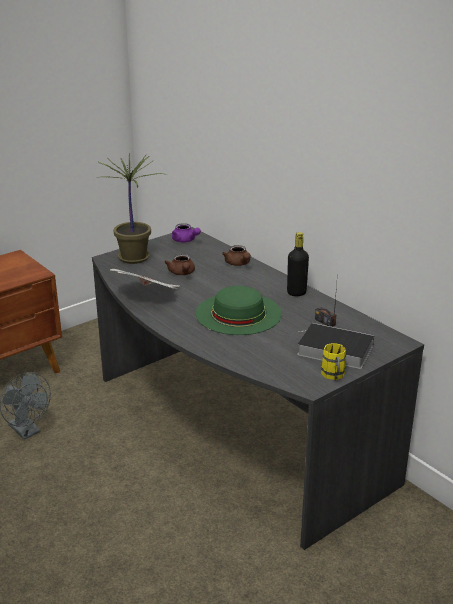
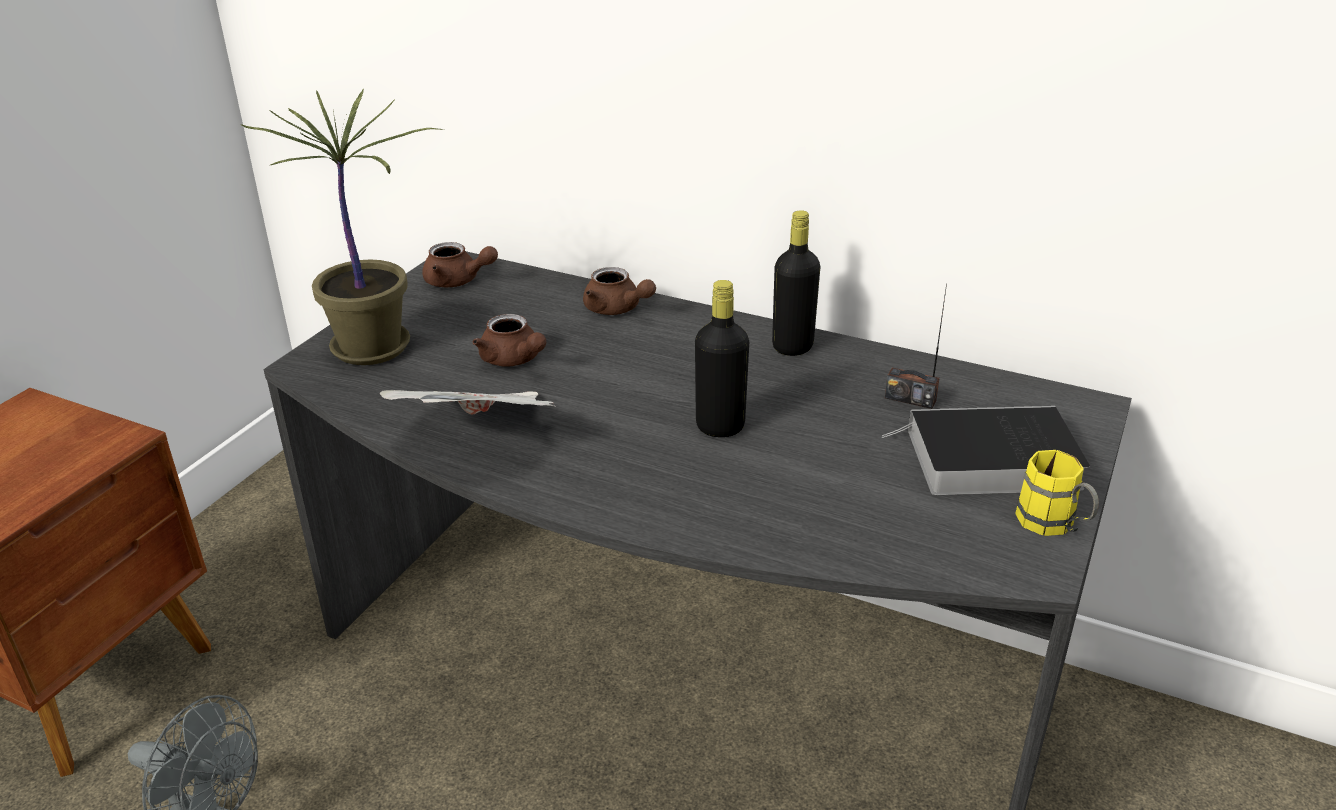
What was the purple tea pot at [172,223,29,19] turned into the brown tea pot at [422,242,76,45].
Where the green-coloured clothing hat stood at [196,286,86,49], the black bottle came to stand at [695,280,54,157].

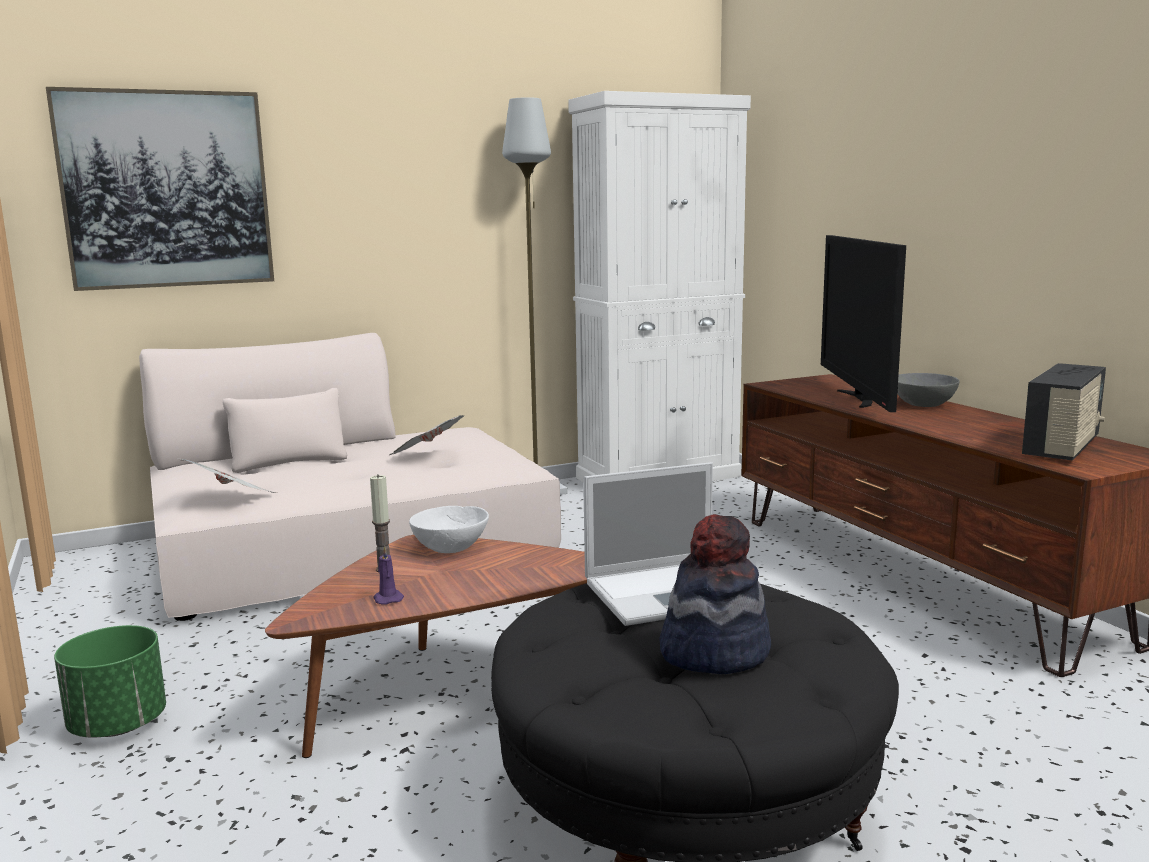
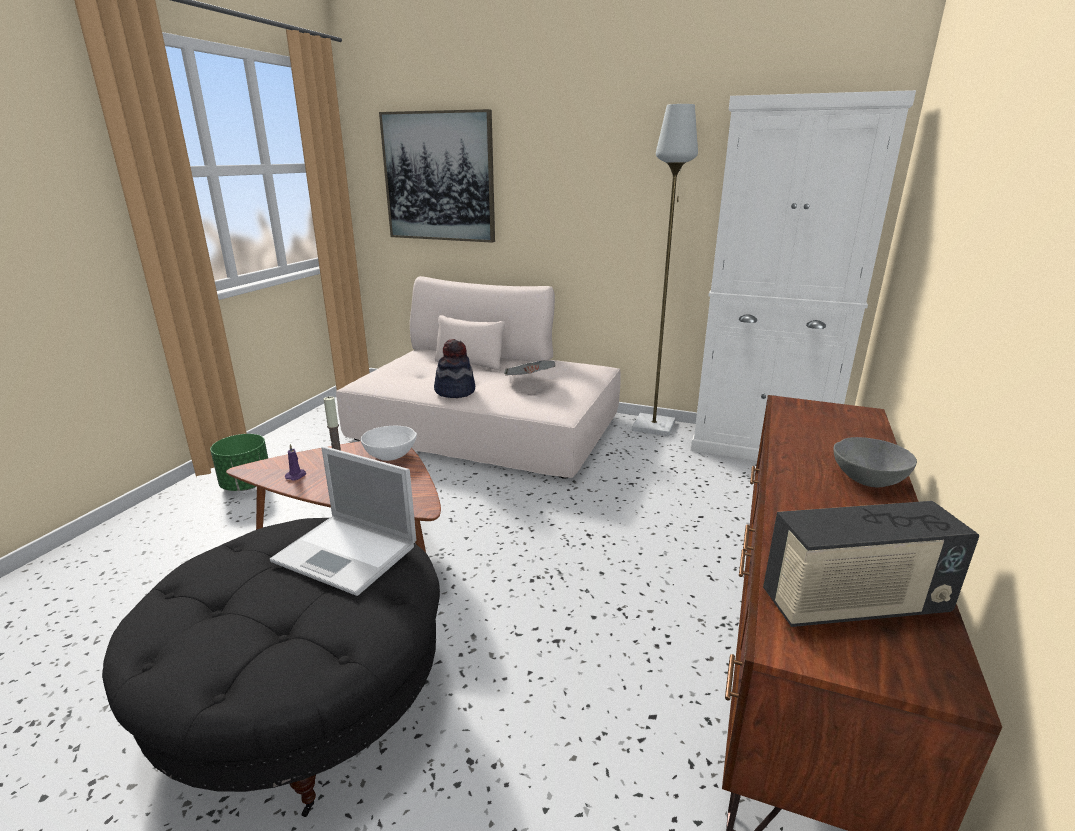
The second view lost the television at [821,235,85,177].
The second view lost the printed paper at [181,459,98,34].
The clothing hat ended up elsewhere, having gone from [660,514,111,160] to [434,339,41,59].

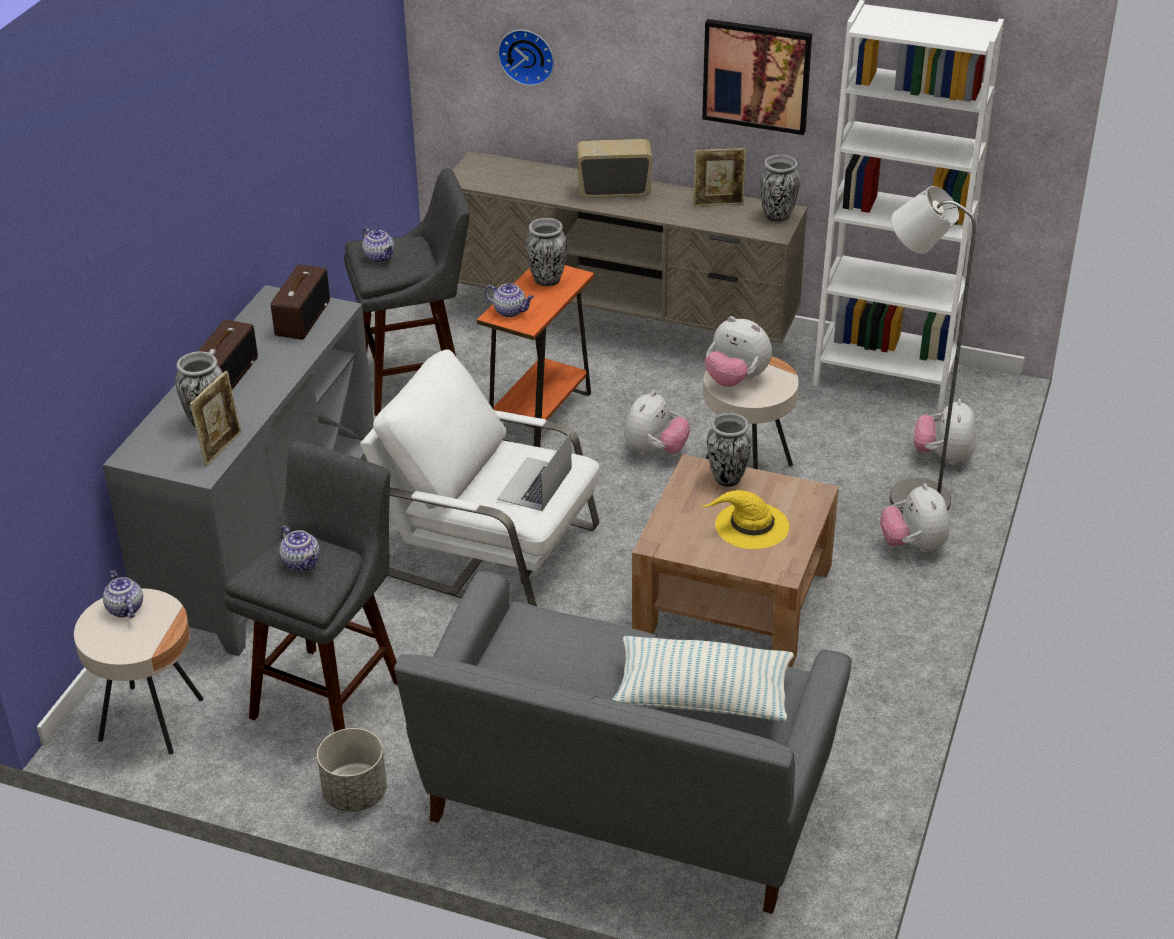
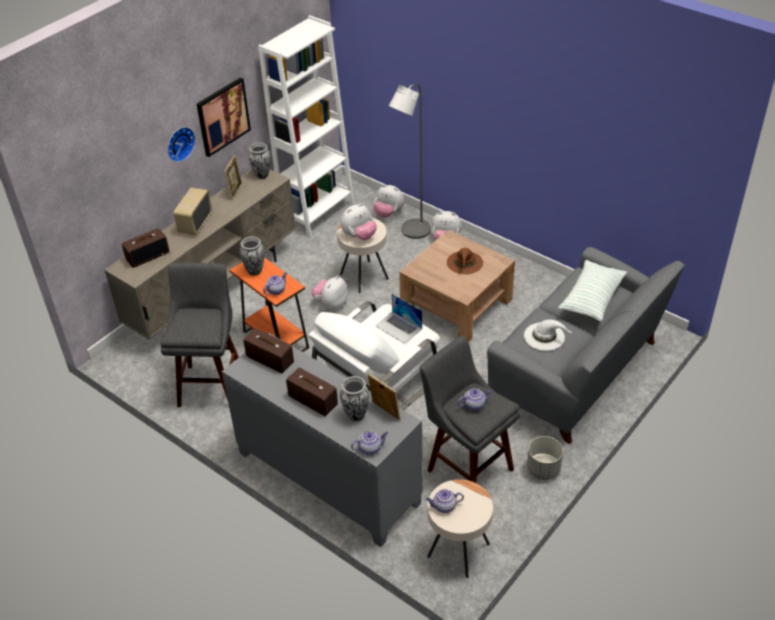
The clock on the wall ended up elsewhere, having gone from [498,30,56,56] to [168,127,27,35].
The tea pot ended up elsewhere, having gone from [362,227,32,36] to [351,431,37,24].
The plush toy at [625,390,65,65] ended up facing another way, 105 degrees counterclockwise from before.
The second view lost the flower vase at [707,413,45,74].
What was the yellow-coloured clothing hat at [702,490,87,59] turned into the brown clothing hat at [447,248,36,26].
The second view gained the radio set at [122,228,47,40].
The second view gained the white-coloured clothing hat at [524,319,49,32].

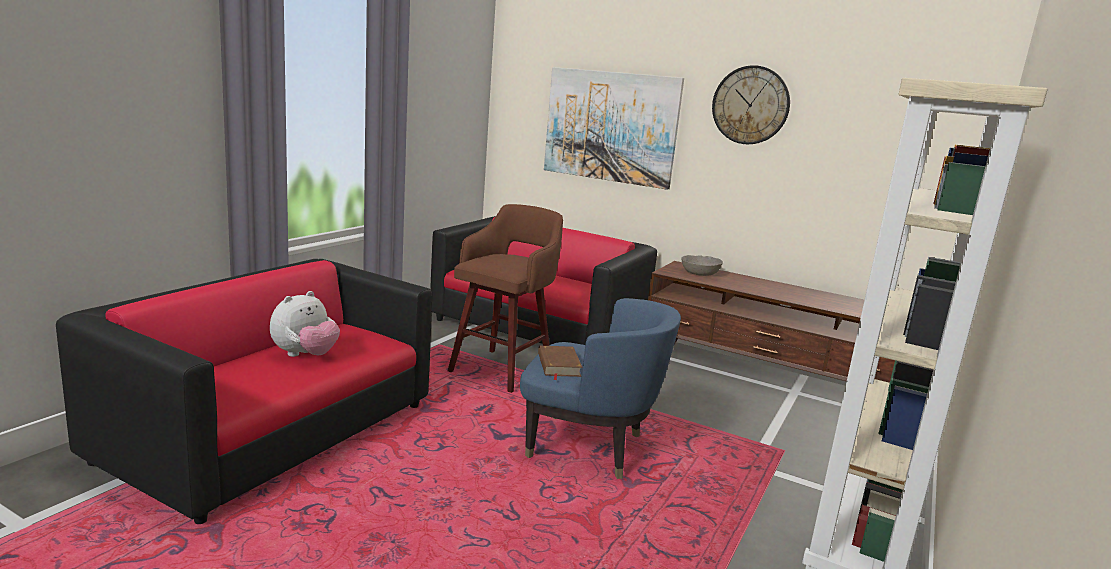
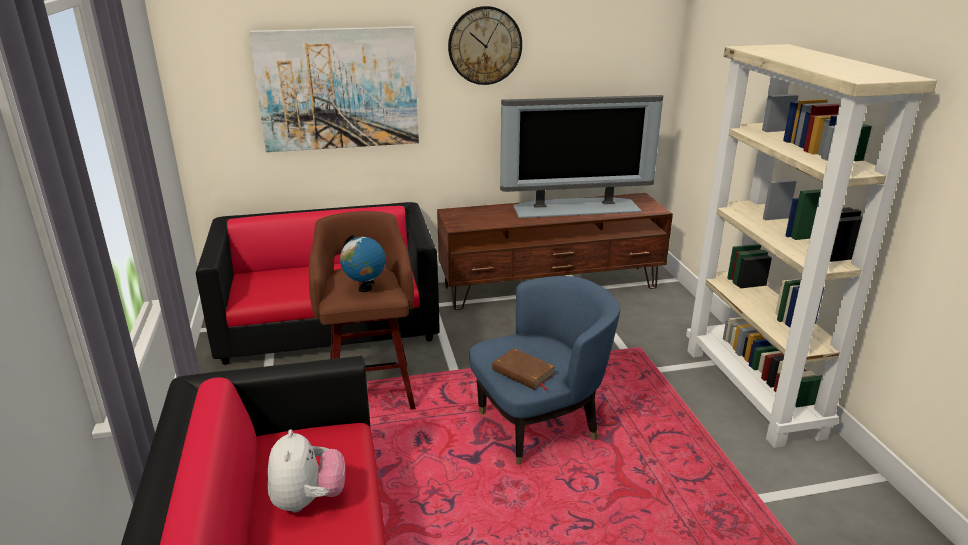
The second view lost the gray deep dish at [681,255,42,21].
The second view gained the television at [500,95,163,123].
The second view gained the globe at [340,235,46,57].

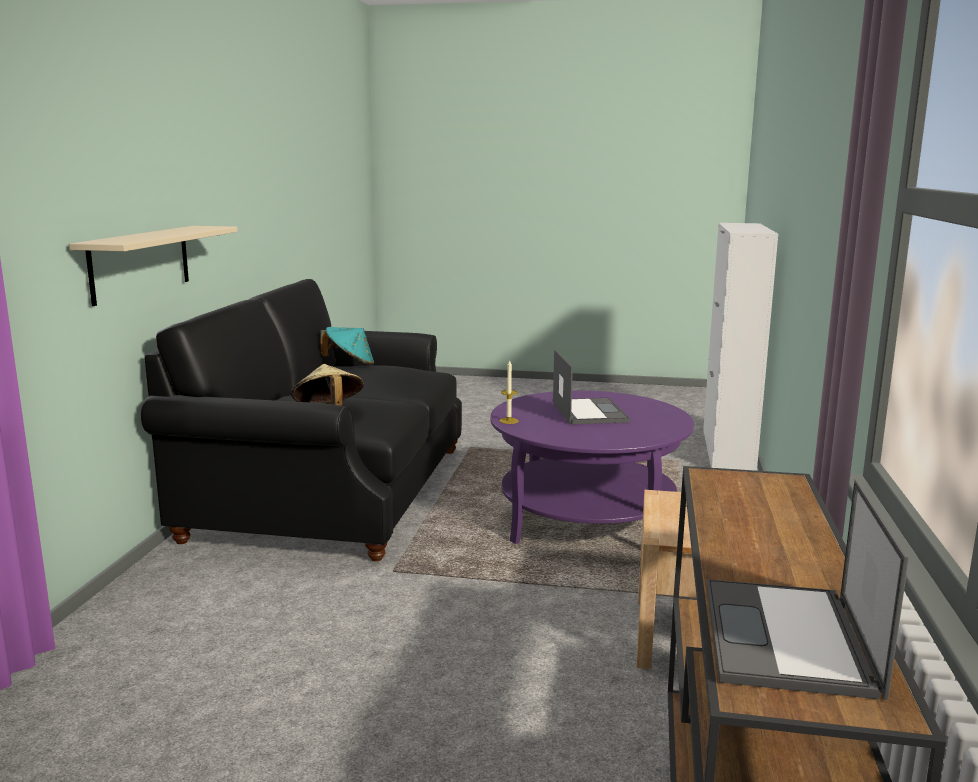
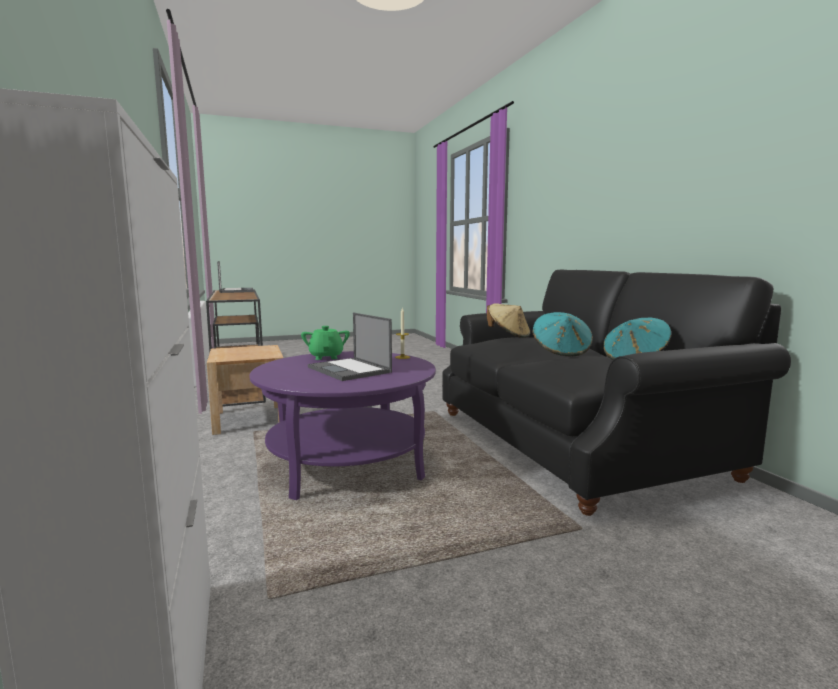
The second view lost the sand-coloured wall shelf at [69,226,168,80].
The second view gained the turquoise-coloured clothing hat at [532,312,61,44].
The second view gained the green-coloured tea pot at [301,326,49,34].

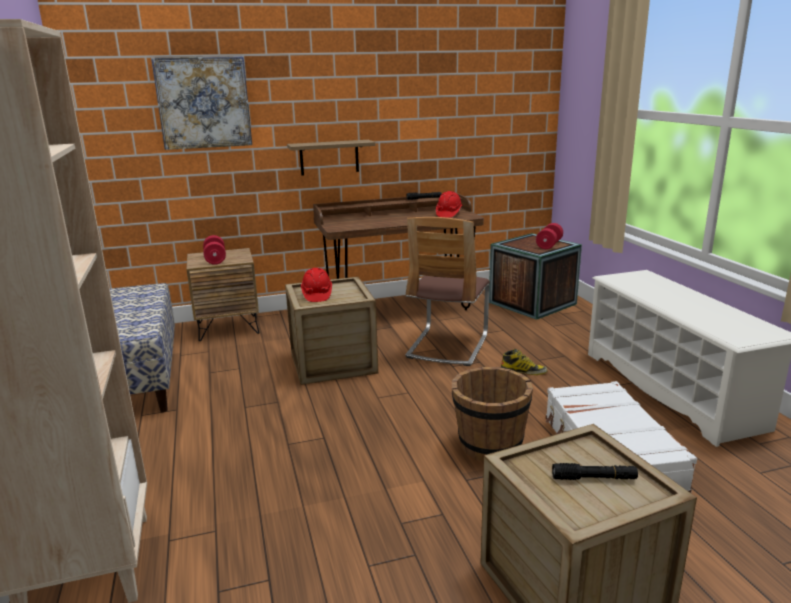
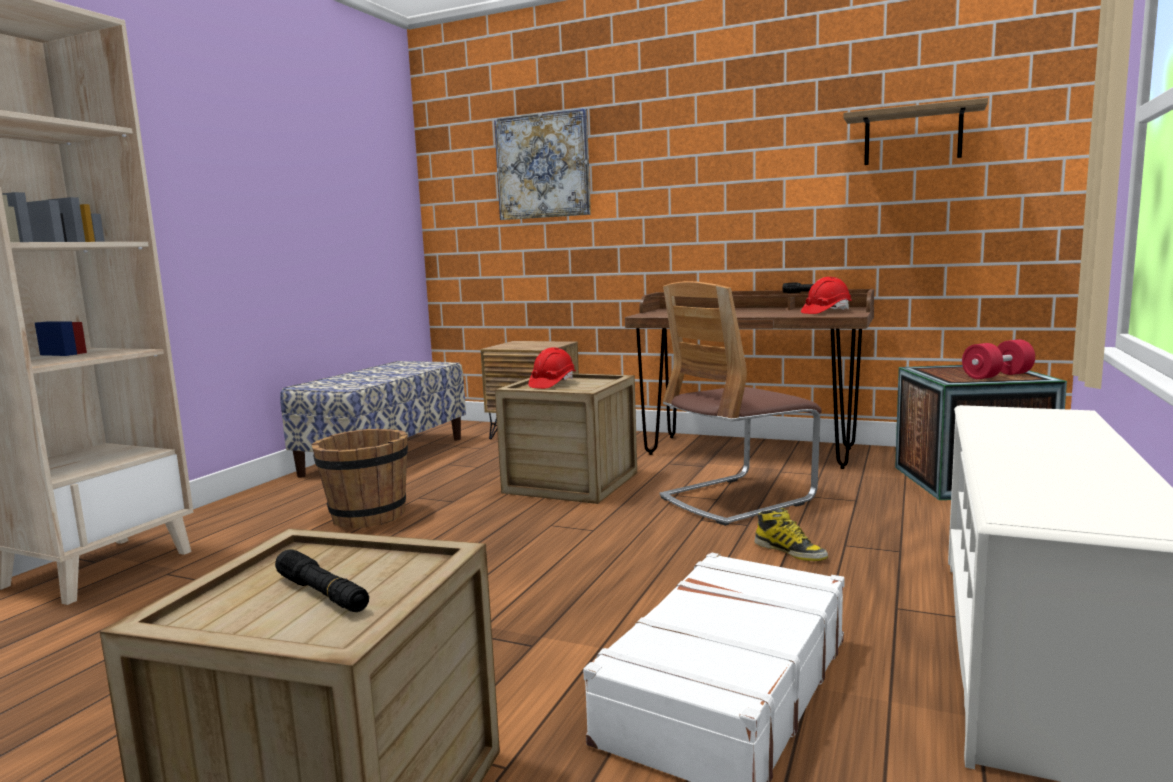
The wall shelf ended up elsewhere, having gone from [287,140,88,36] to [844,98,144,67].
The second view lost the red-coloured free weight at [203,235,23,30].
The brown water bucket ended up elsewhere, having gone from [452,367,81,94] to [311,429,97,99].

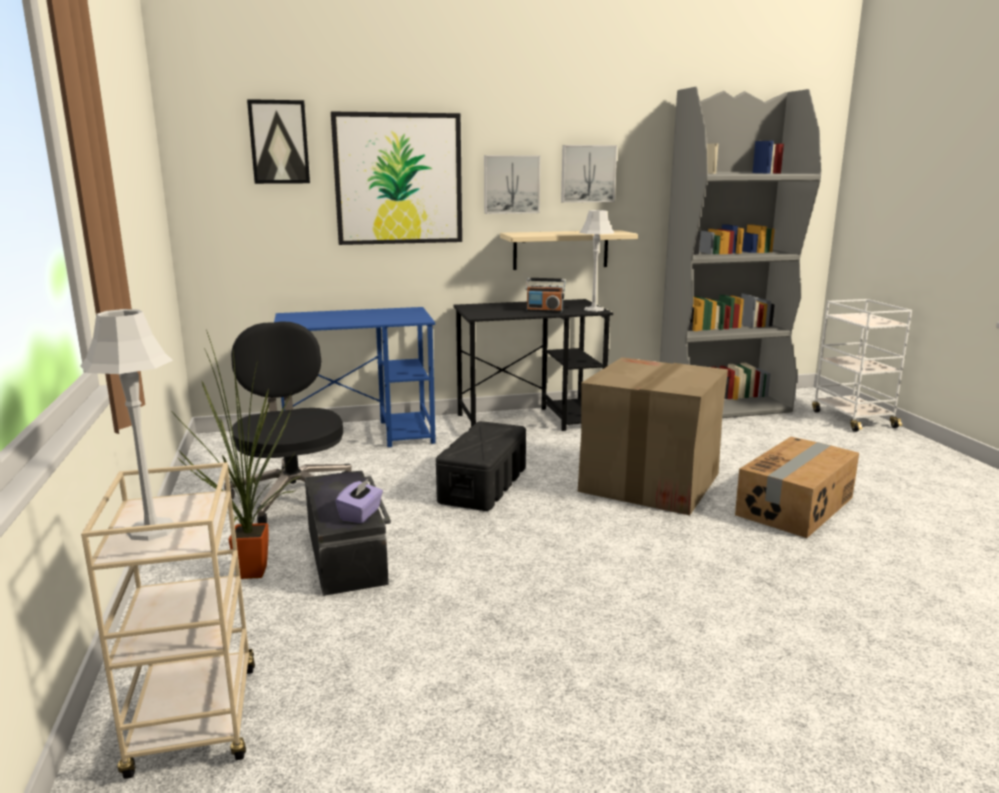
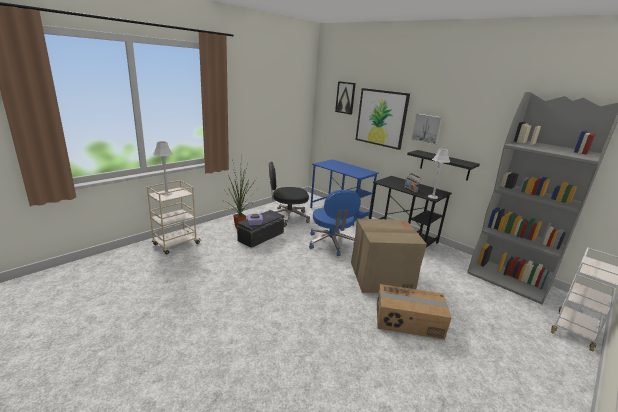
The second view lost the picture at [561,145,56,58].
What was the sand-coloured wall shelf at [500,230,138,40] turned into the black wall shelf at [407,150,73,31].
The black computer chair at [224,321,128,202] ended up facing another way, 135 degrees counterclockwise from before.
Where the black storage box stood at [436,421,90,90], the blue-coloured computer chair came to stand at [309,190,52,66].

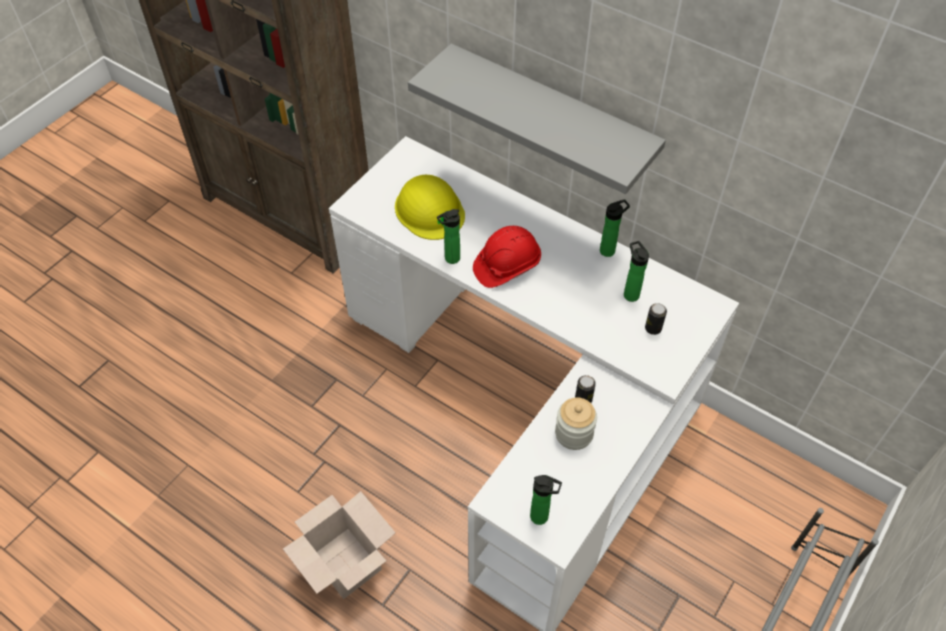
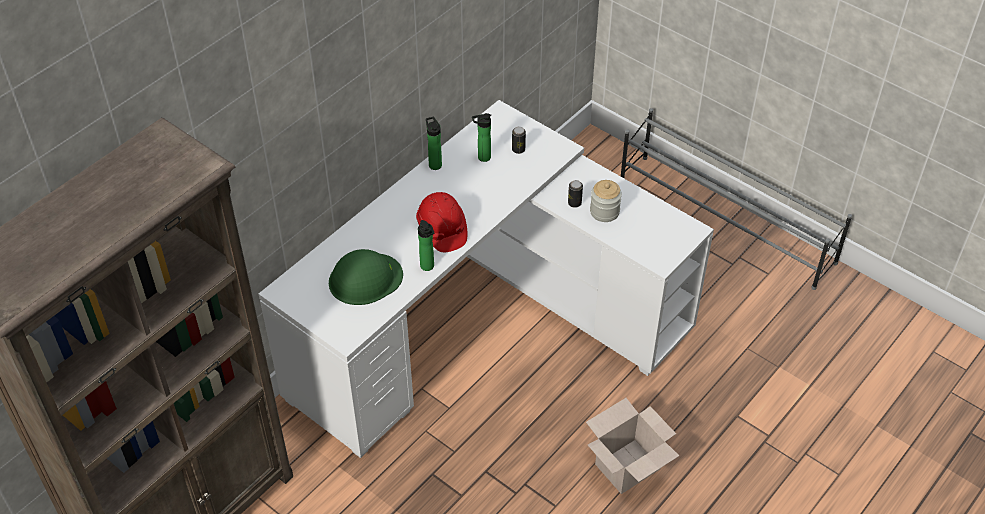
The second view lost the gray wall shelf at [408,43,258,151].
What was the yellow-coloured safety helmet at [395,175,70,65] turned into the green-coloured safety helmet at [329,249,74,56].
The second view lost the bottle at [530,475,32,50].

